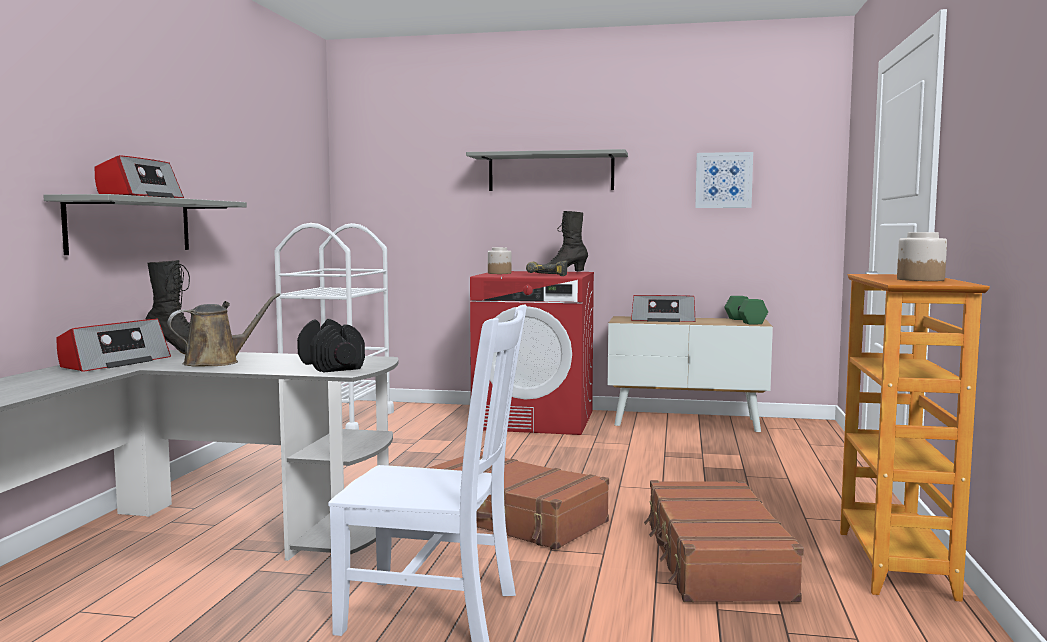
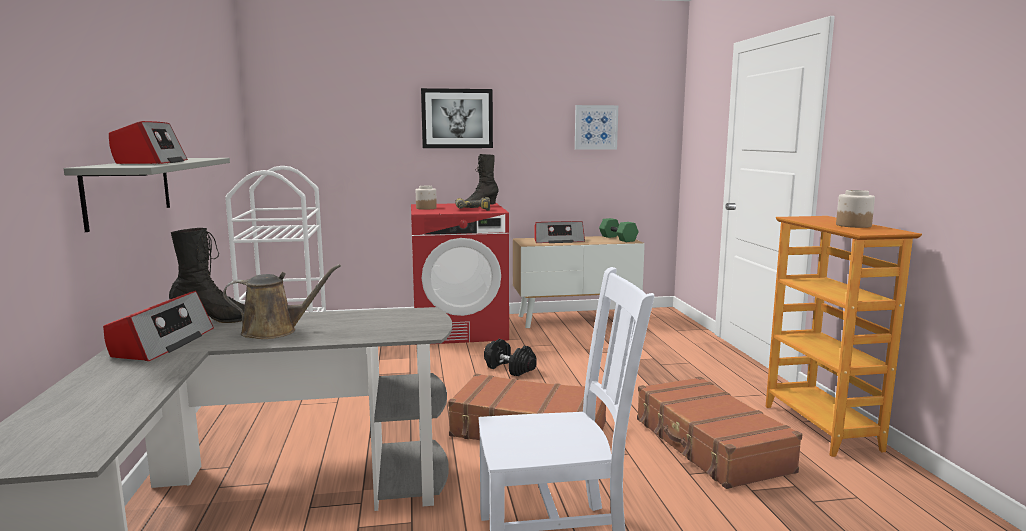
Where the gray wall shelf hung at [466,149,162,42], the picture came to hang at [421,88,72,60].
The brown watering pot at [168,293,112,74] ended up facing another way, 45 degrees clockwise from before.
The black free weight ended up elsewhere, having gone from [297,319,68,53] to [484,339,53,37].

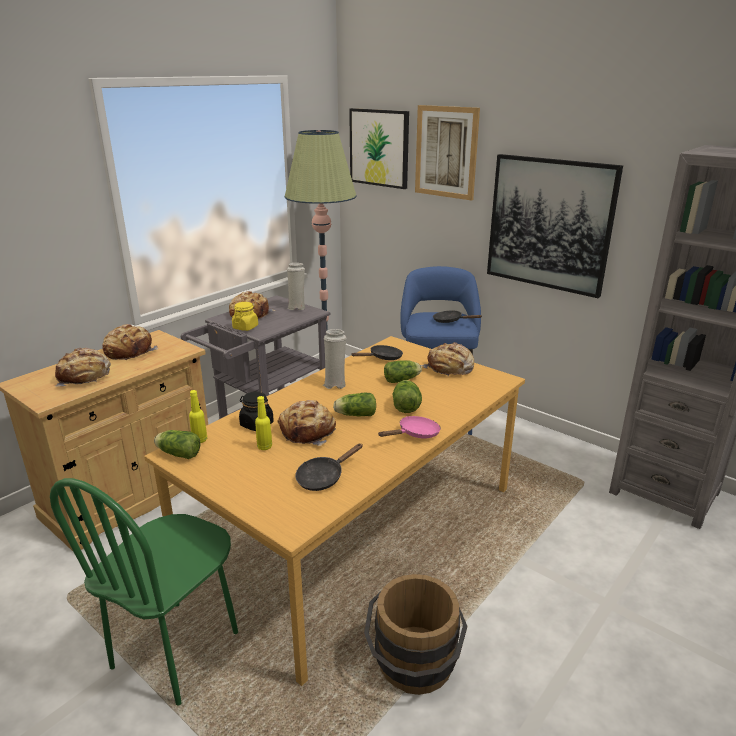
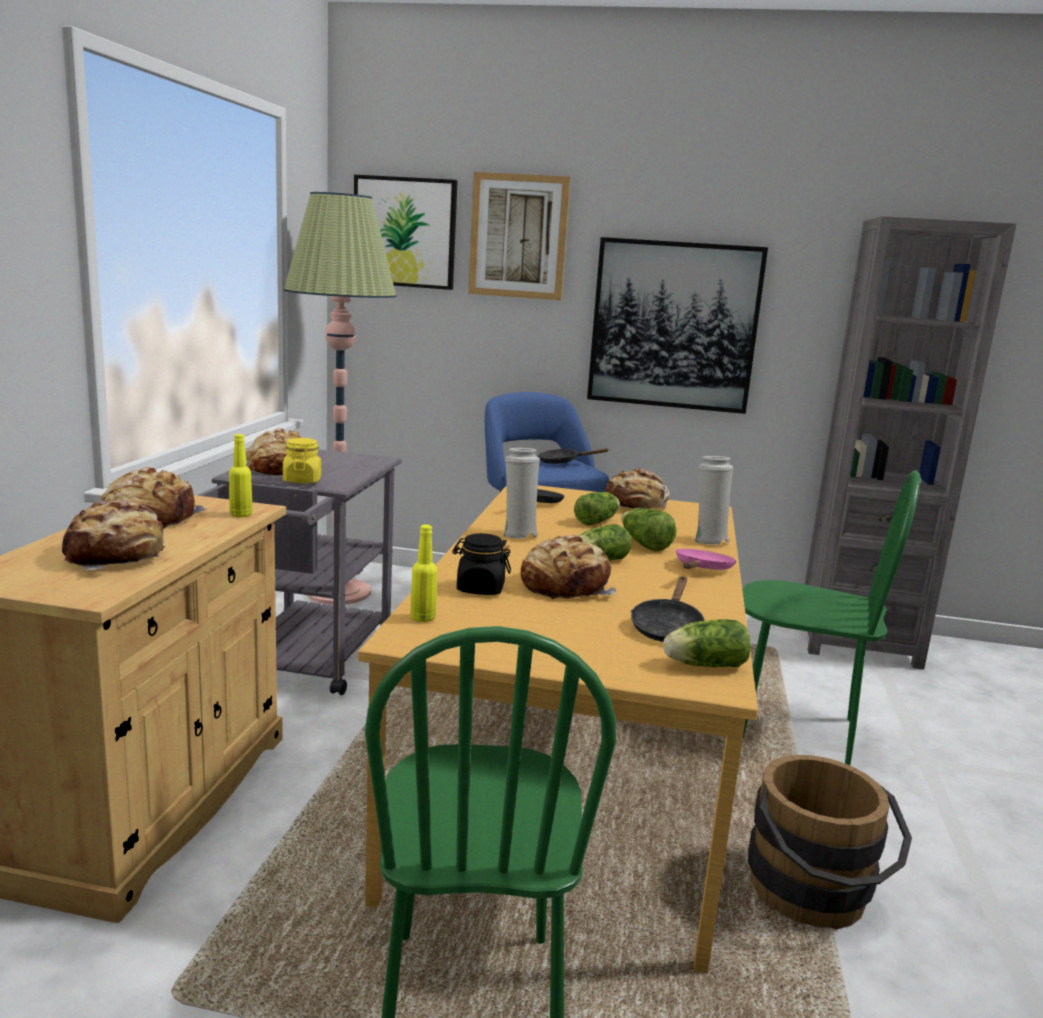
The white-coloured flower vase ended up elsewhere, having gone from [287,263,18,47] to [695,456,38,89].
The yellow-coloured bottle ended up elsewhere, having gone from [255,396,17,54] to [229,434,23,83].
The lettuce ended up elsewhere, having gone from [154,430,47,29] to [663,619,88,48].
The second view gained the green-coloured upright chair at [743,470,178,295].

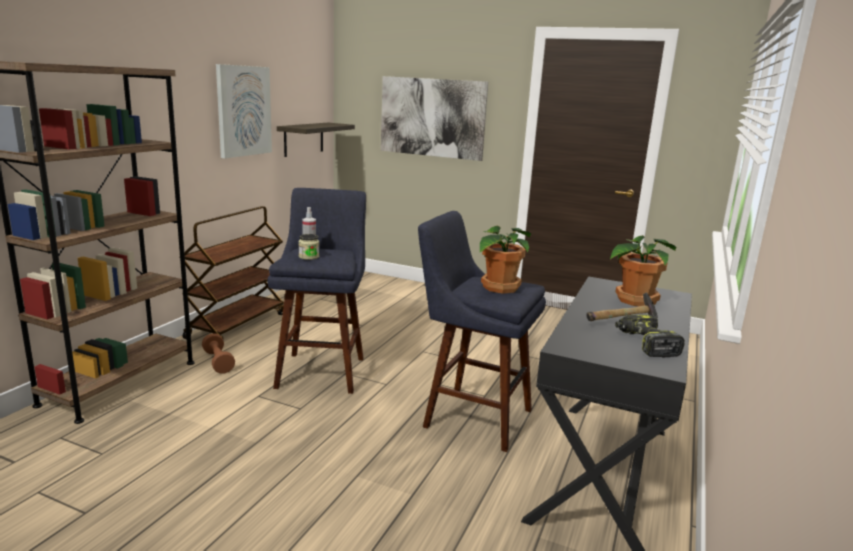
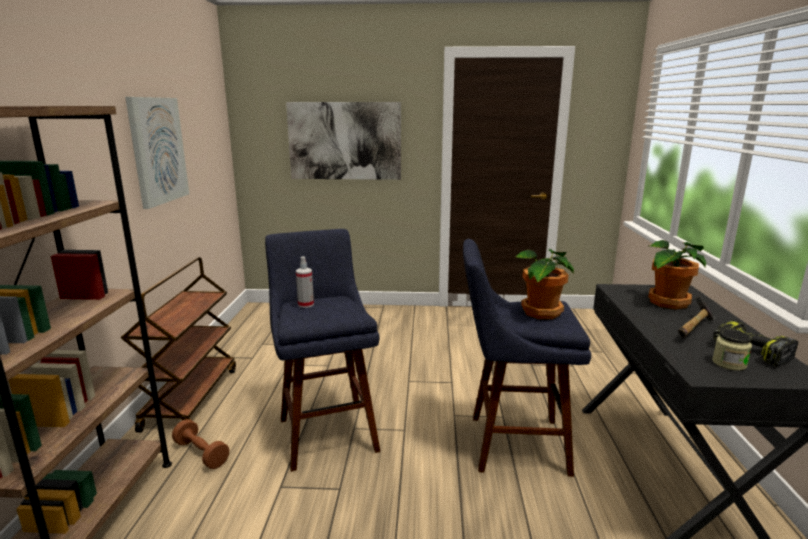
The second view lost the wall shelf at [277,123,78,34].
The storage jar ended up elsewhere, having gone from [298,234,21,26] to [712,329,40,42].

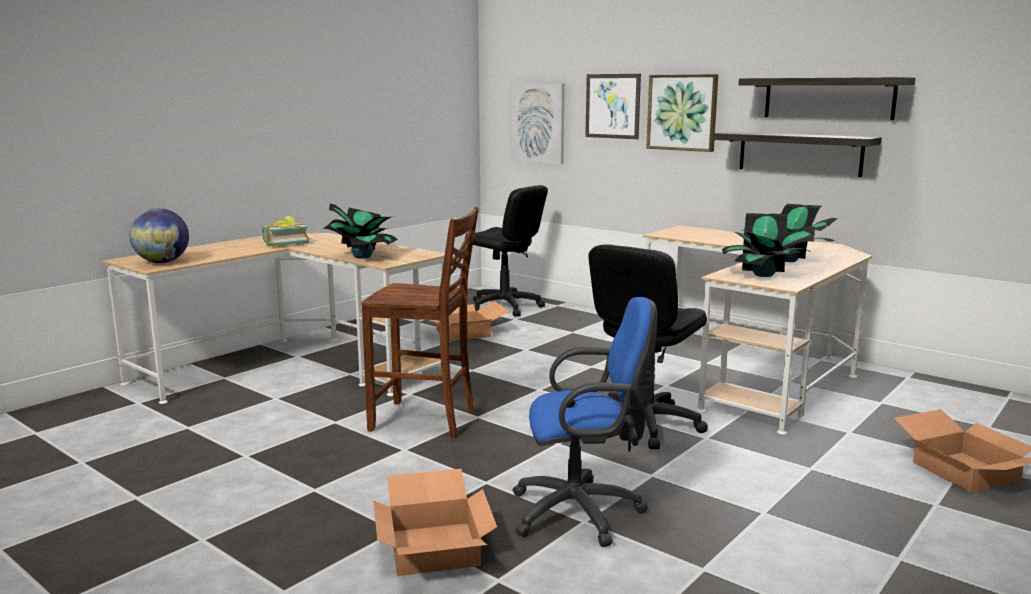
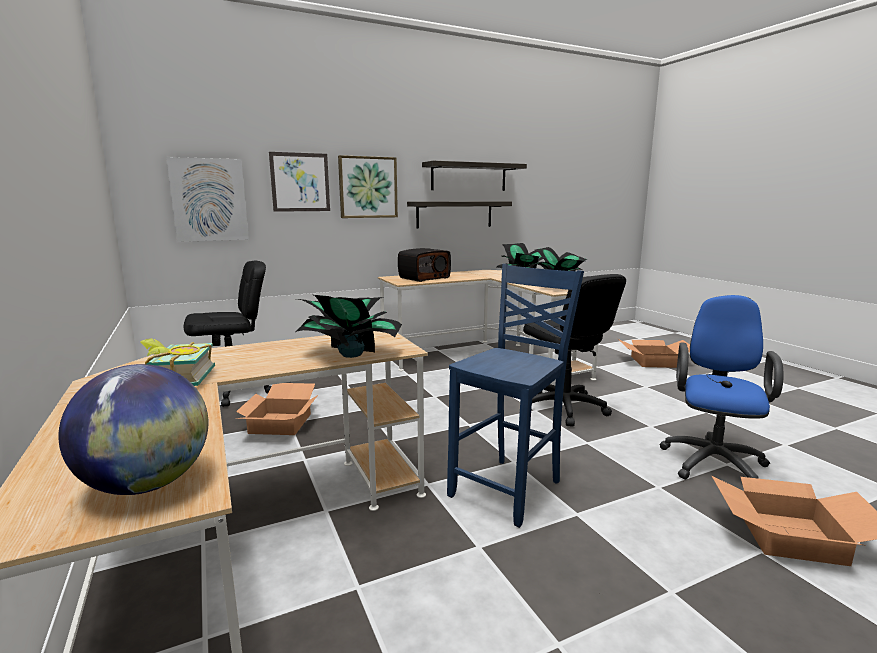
What was the brown upright chair at [362,207,117,231] turned into the blue-coloured upright chair at [447,264,137,264].
The second view gained the radio set at [398,248,53,34].

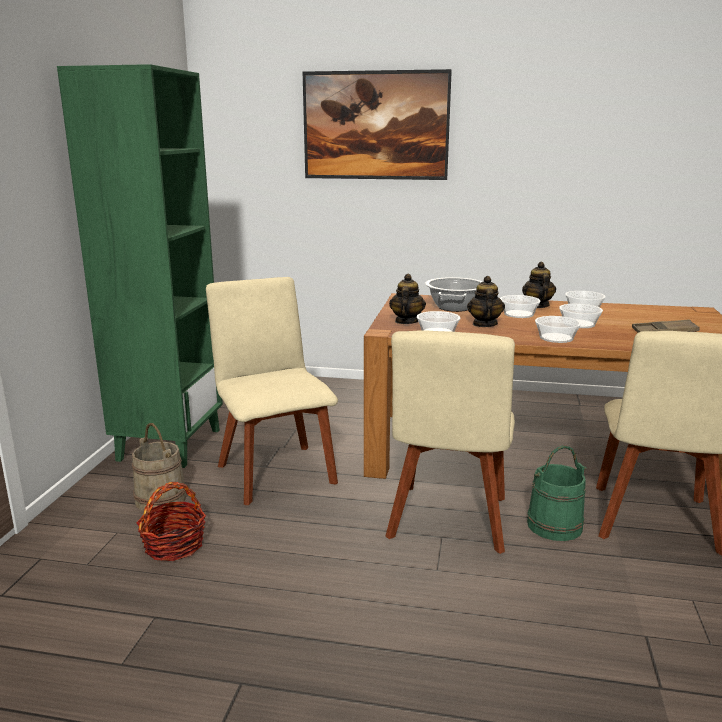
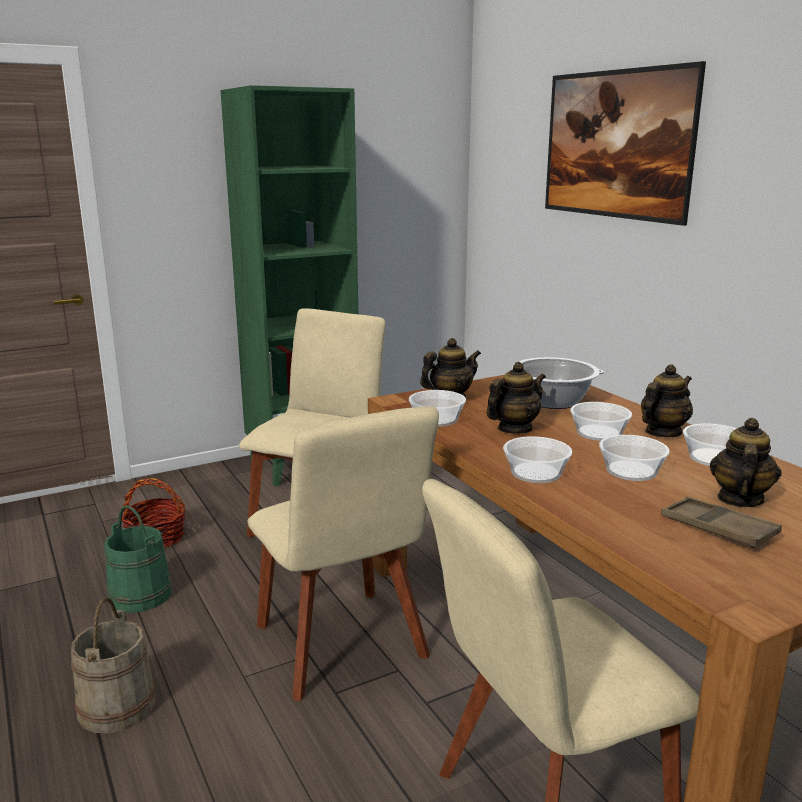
The sand-coloured upright chair at [385,330,130,224] ended up facing another way, 90 degrees counterclockwise from before.
The sand-coloured water bucket ended up elsewhere, having gone from [132,423,55,88] to [71,597,85,136].
The green-coloured water bucket ended up elsewhere, having gone from [527,445,59,96] to [104,505,68,108].
The second view gained the tea pot at [710,418,71,89].

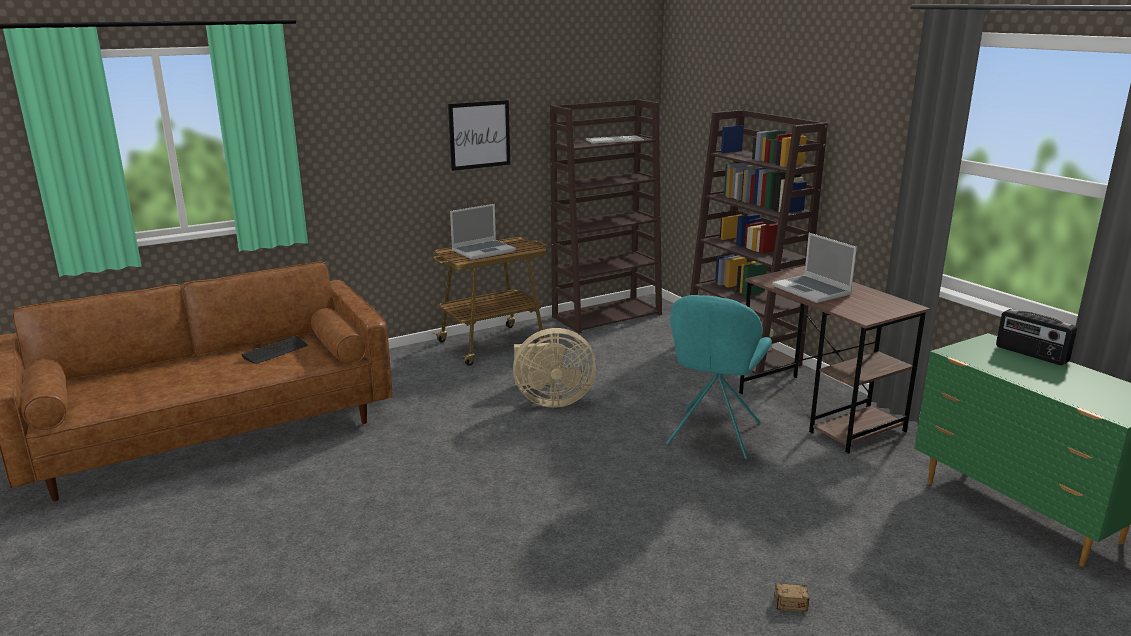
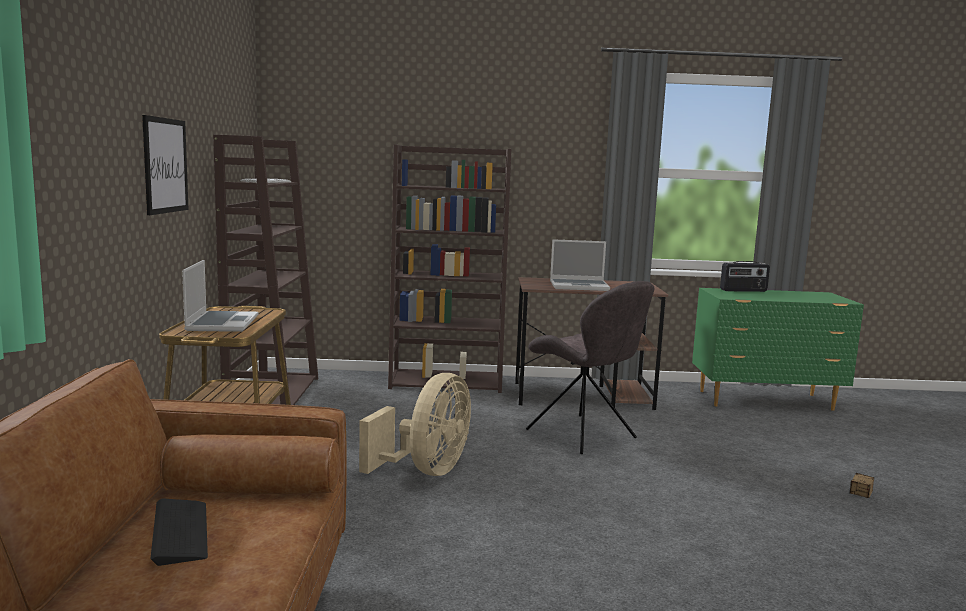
What was the turquoise-coloured upright chair at [666,295,106,164] turned into the gray upright chair at [526,281,128,173].

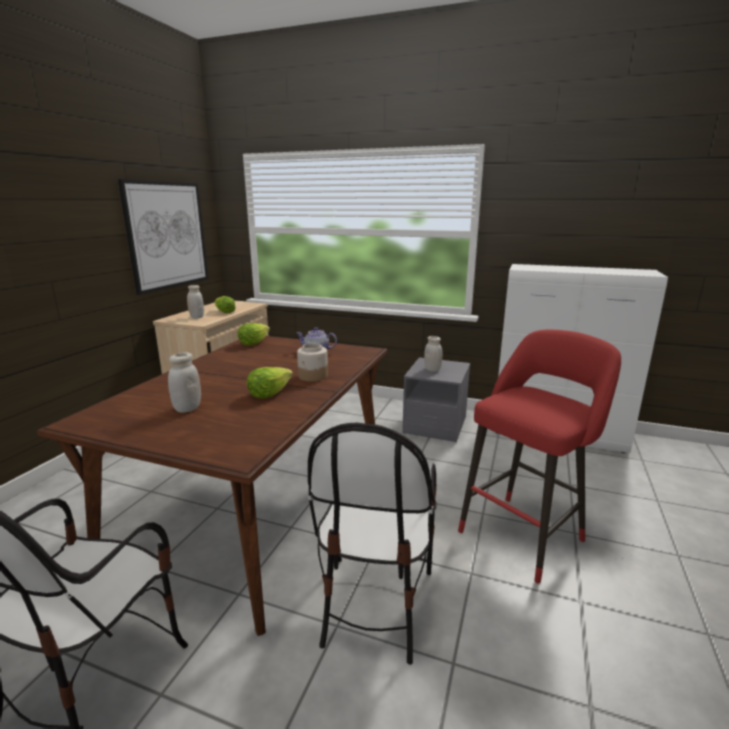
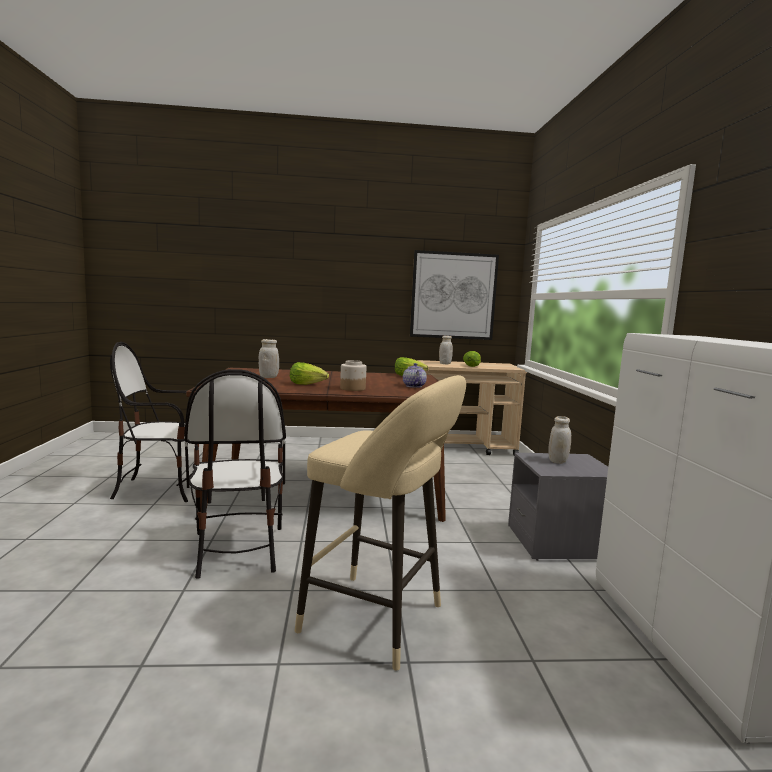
What was the red-coloured stool at [458,330,163,253] turned into the sand-coloured stool at [295,375,171,296].
The upright chair at [308,423,129,242] ended up facing another way, 90 degrees counterclockwise from before.

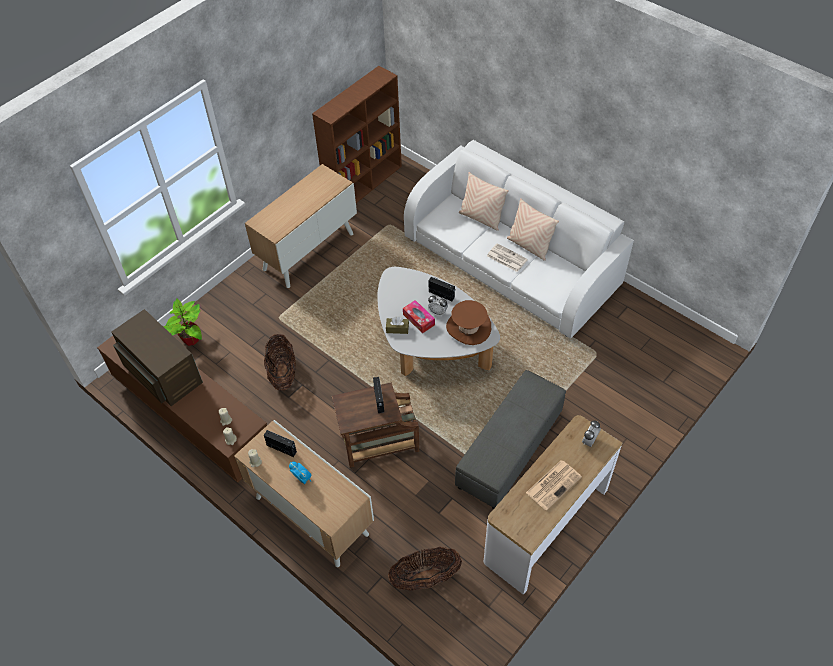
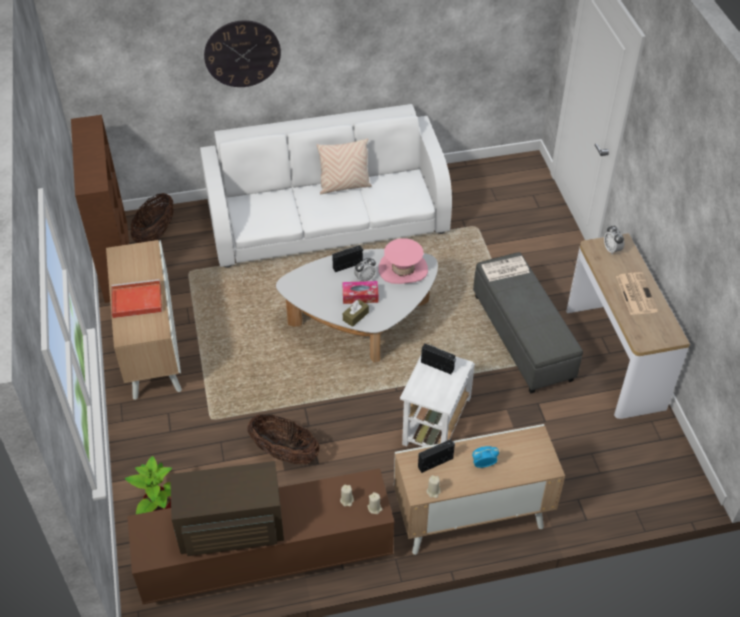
The second view lost the sand-coloured cushion at [459,172,50,59].
The printed paper ended up elsewhere, having gone from [487,243,41,29] to [482,256,48,26].
What was the brown clothing hat at [446,300,45,45] turned into the pinkish clothing hat at [379,238,49,46].
What was the brown accent table at [332,382,87,86] turned into the white-coloured accent table at [400,356,75,91].
The basket ended up elsewhere, having gone from [388,547,74,44] to [131,193,42,50].
The second view gained the clock on the wall at [204,20,77,67].
The second view gained the red-coloured tray at [111,279,51,39].

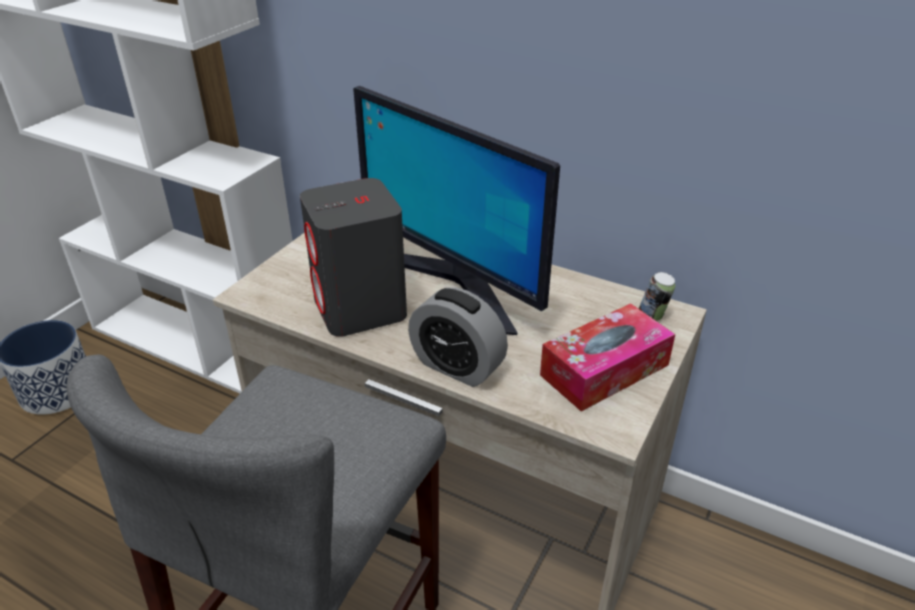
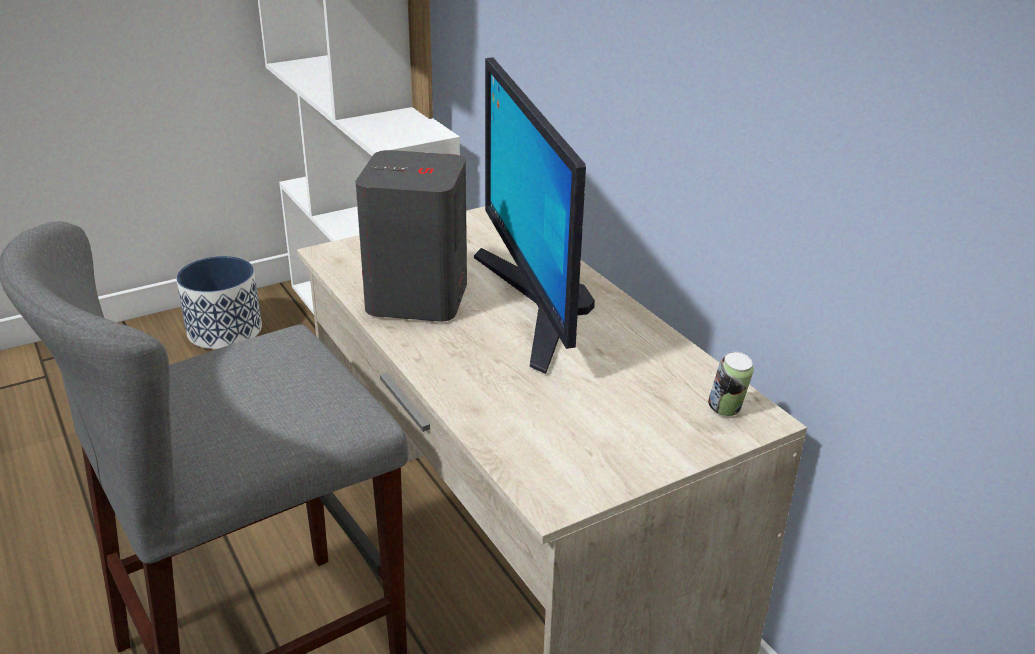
The second view lost the bedside clock at [408,288,100,99].
The second view lost the tissue holder at [540,303,135,109].

